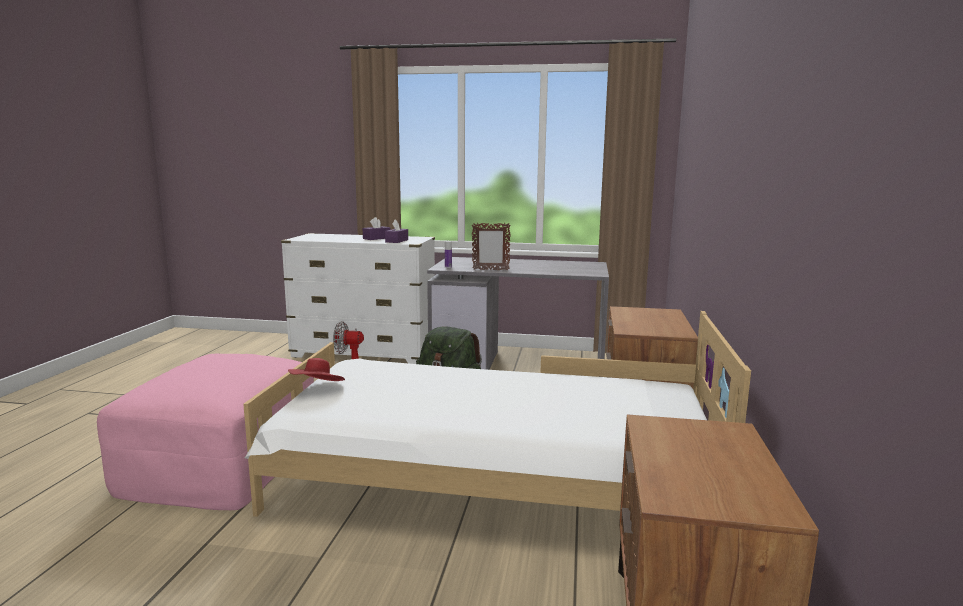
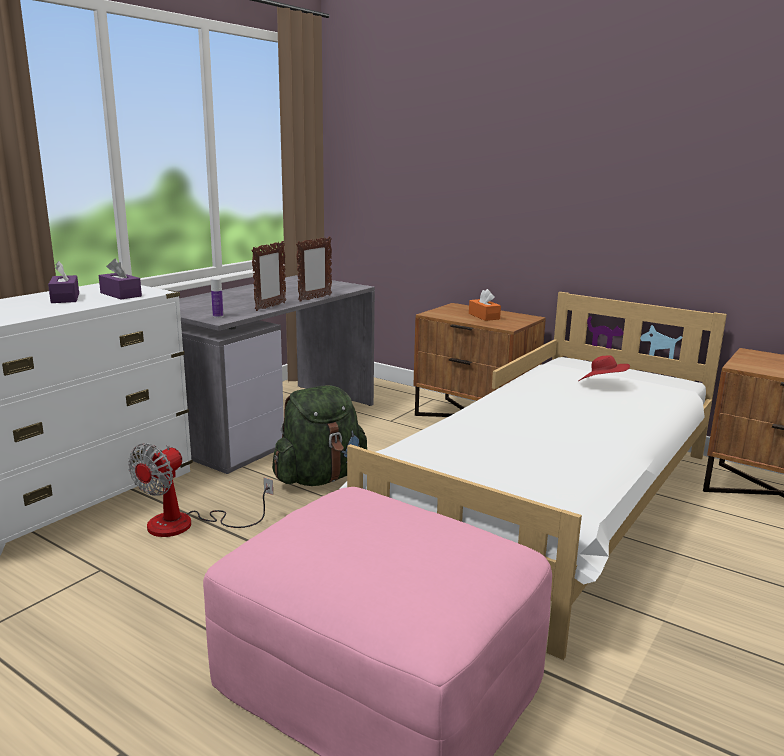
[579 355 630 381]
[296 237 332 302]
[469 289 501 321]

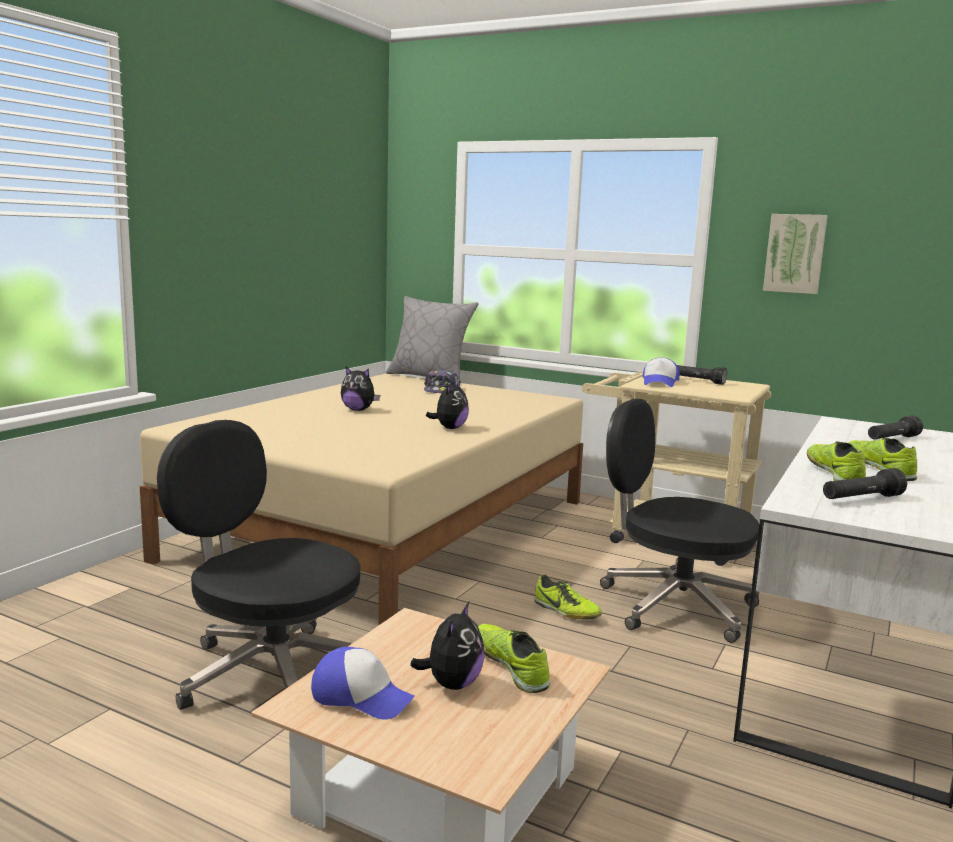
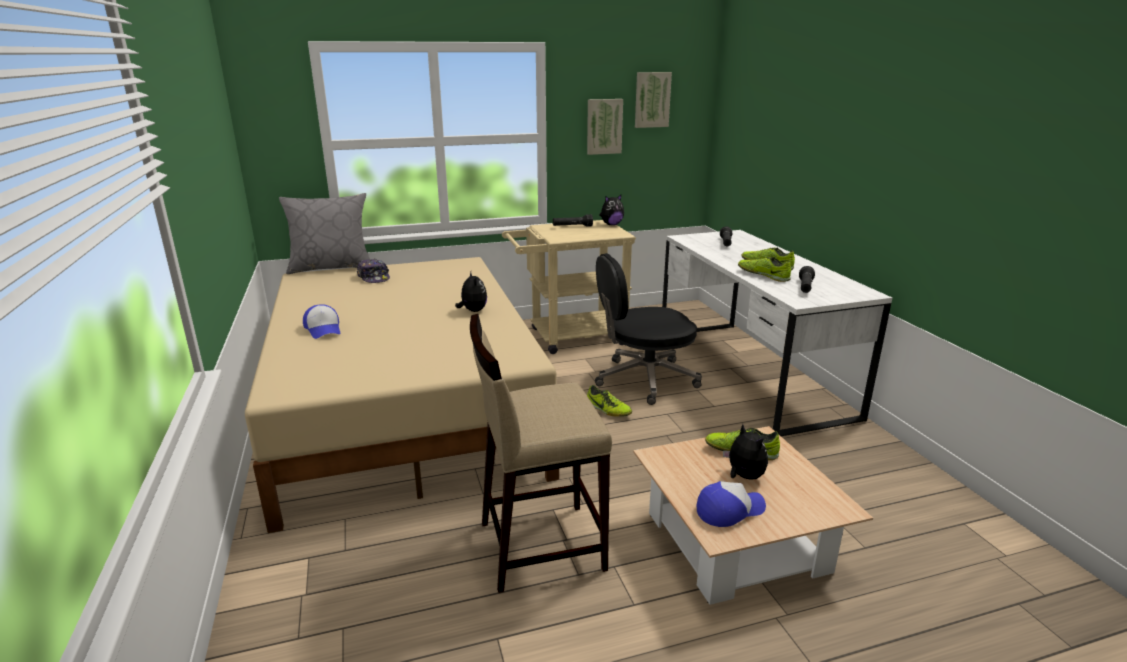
[470 314 612 593]
[599 195 624 225]
[587 385 632 417]
[303 304 340 339]
[635 72 672 128]

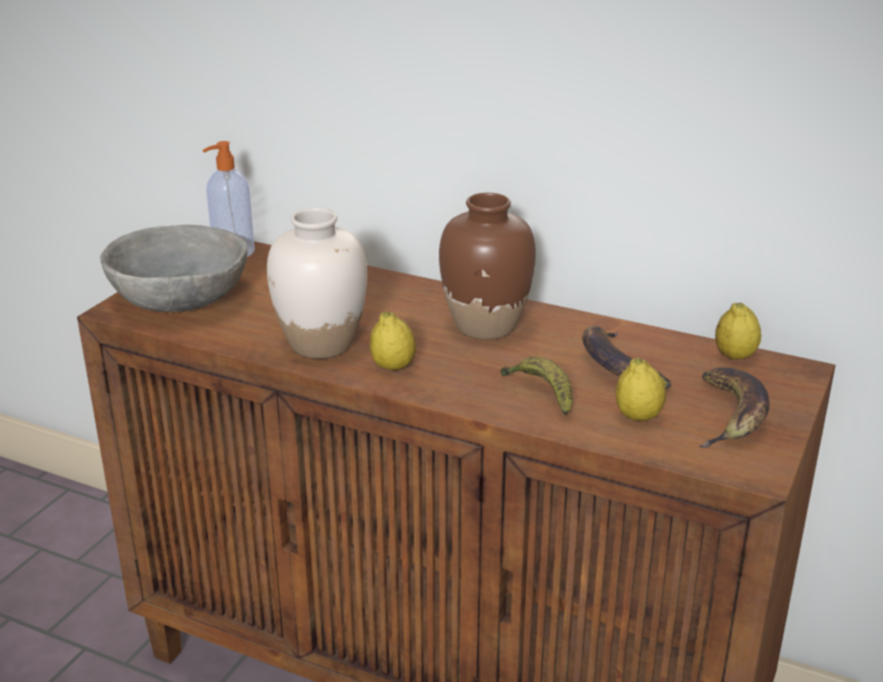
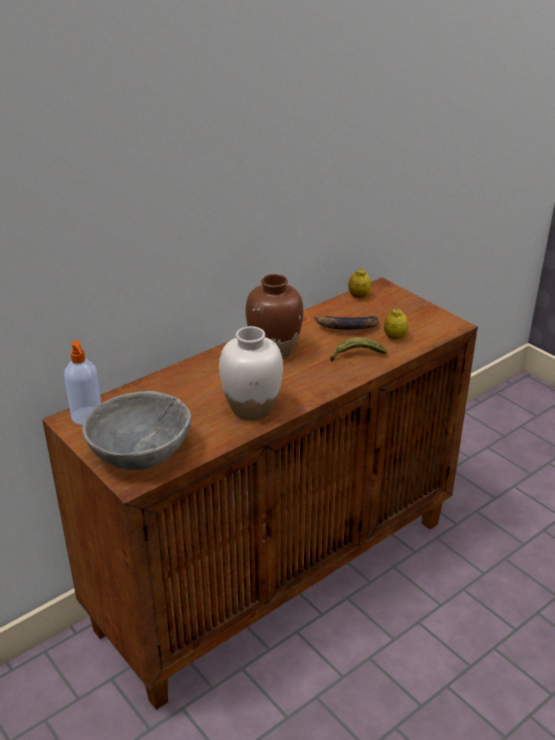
[370 311 416 371] (first image)
[700 367 769 448] (first image)

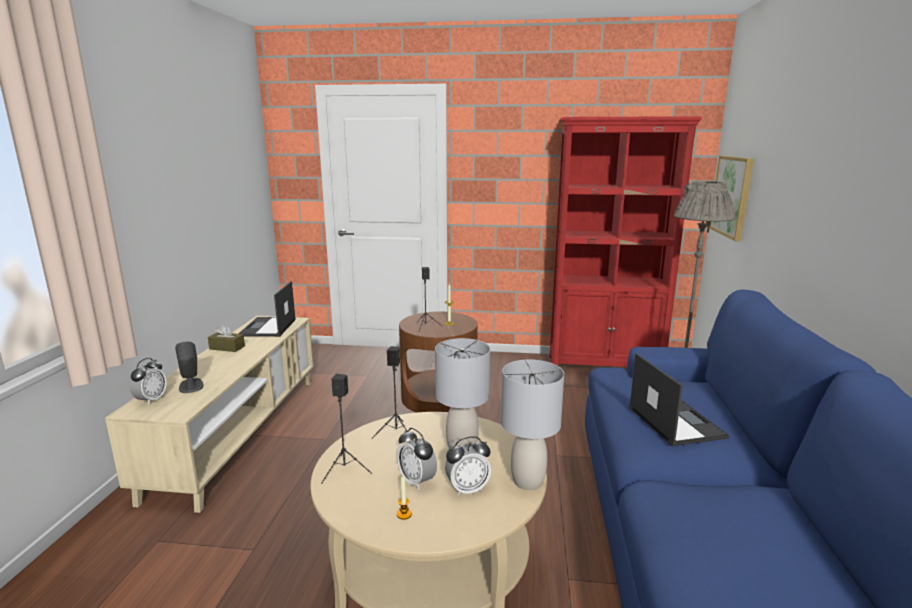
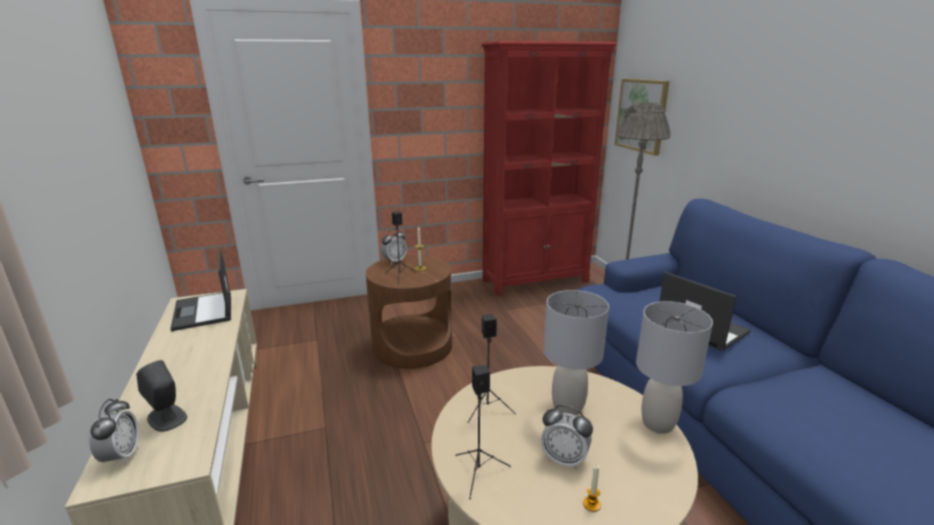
[208 324 245 352] (first image)
[381 229 407 264]

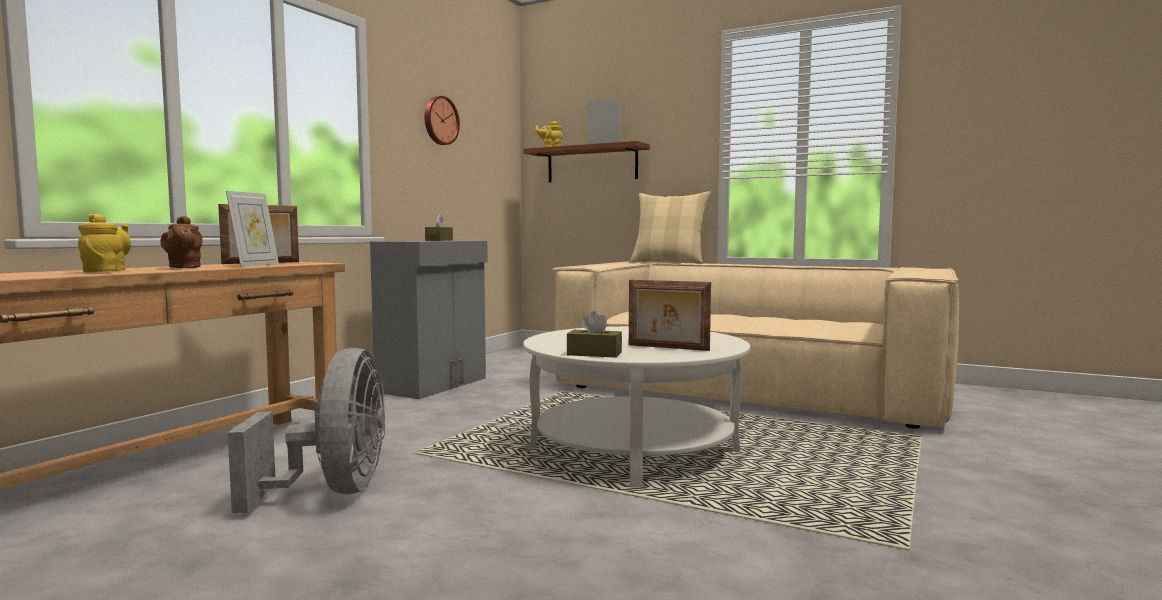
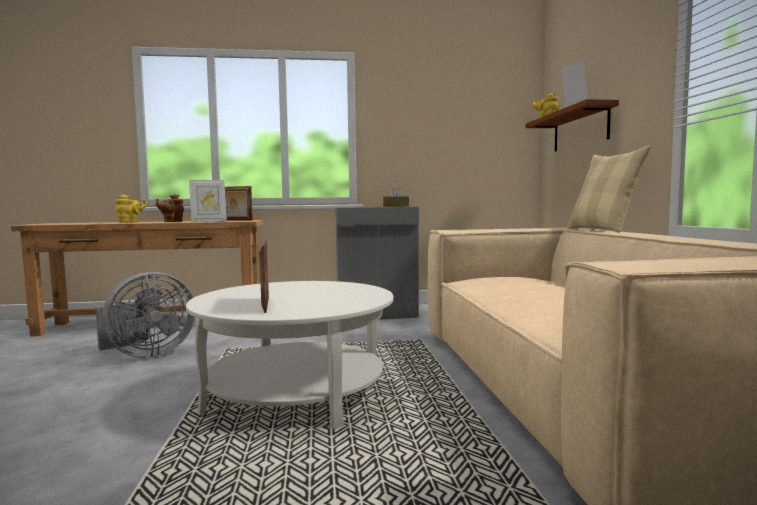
[424 96 460 145] (first image)
[567 311 622 358] (first image)

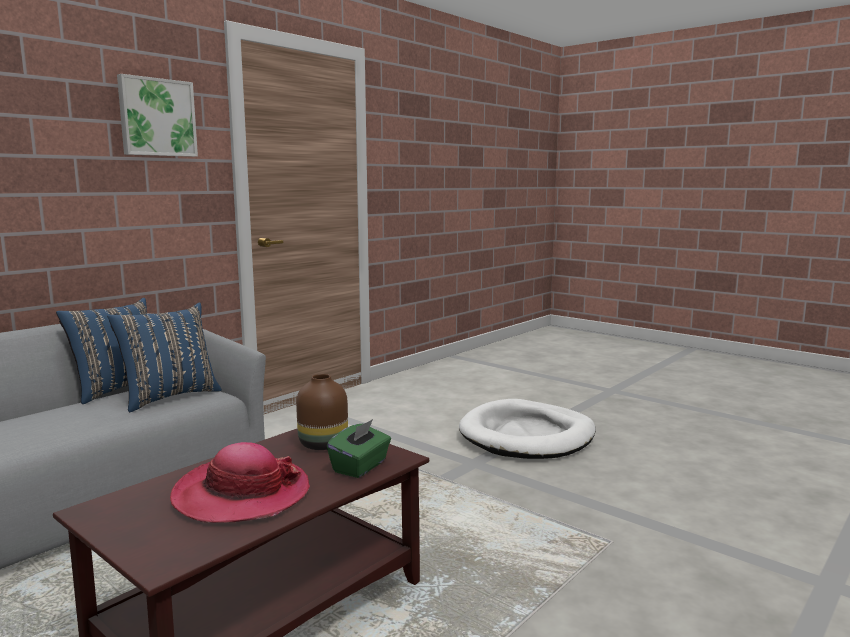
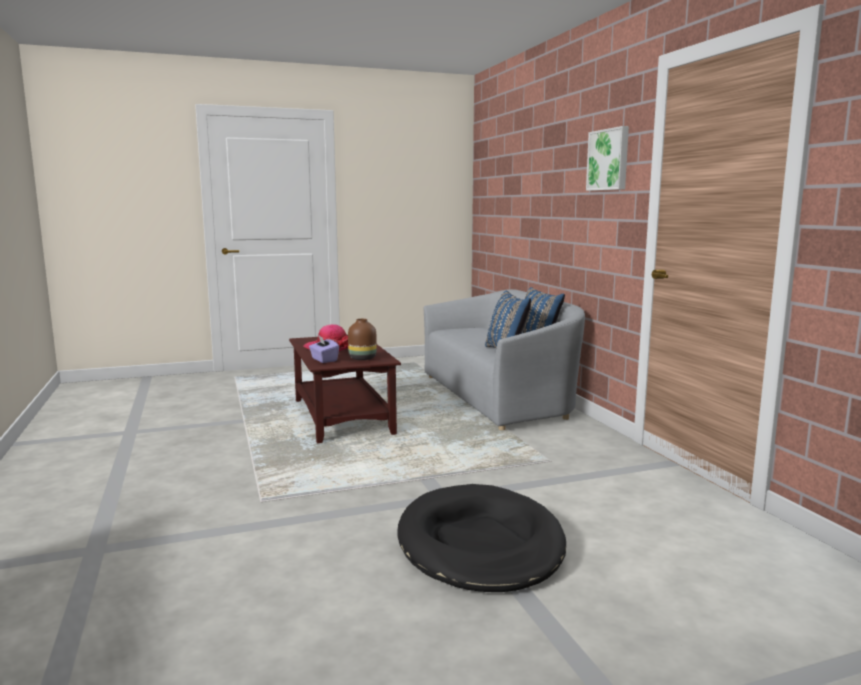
[309 335 339 363]
[398 484 566 592]

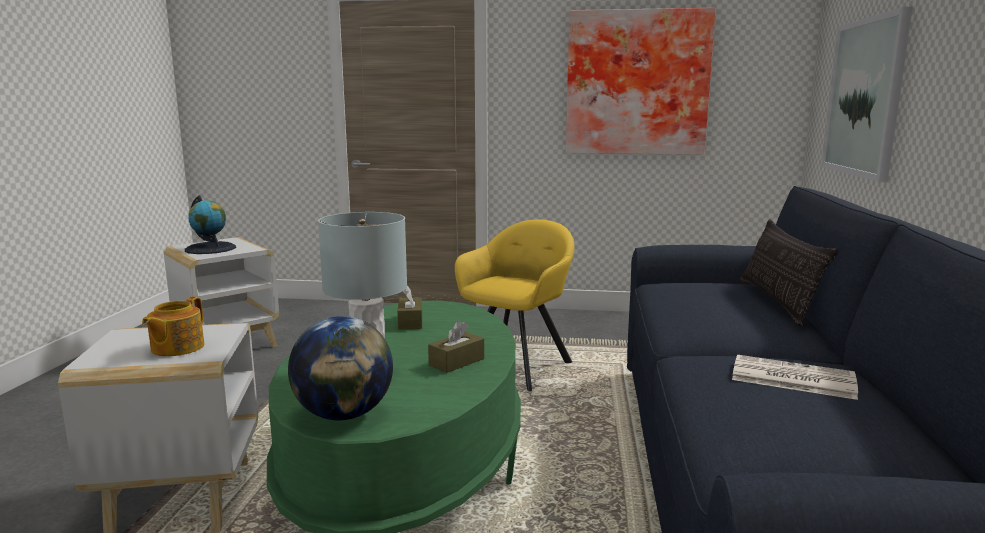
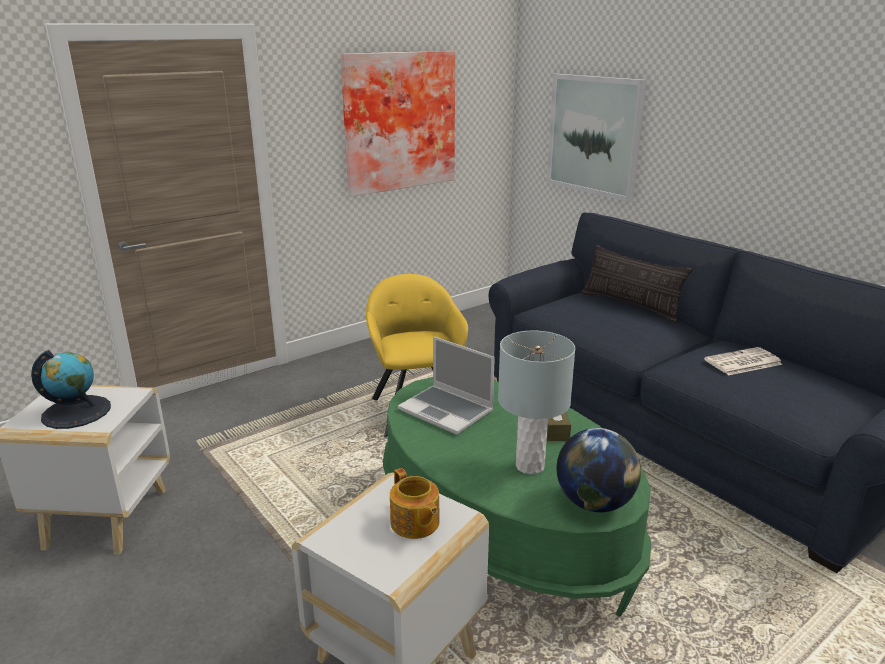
[398 336 495 435]

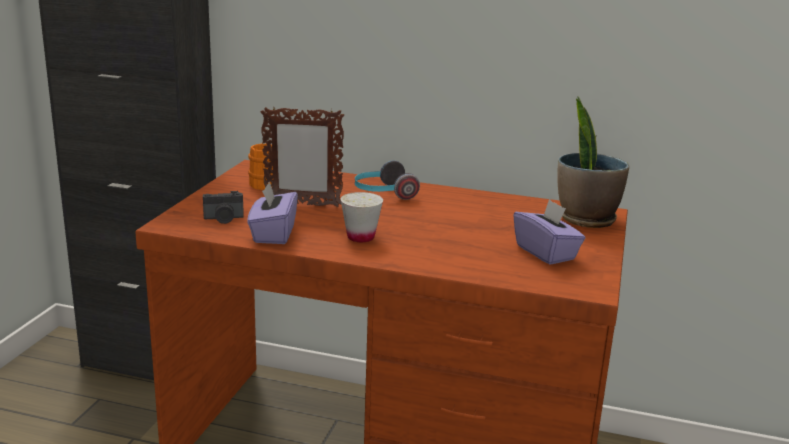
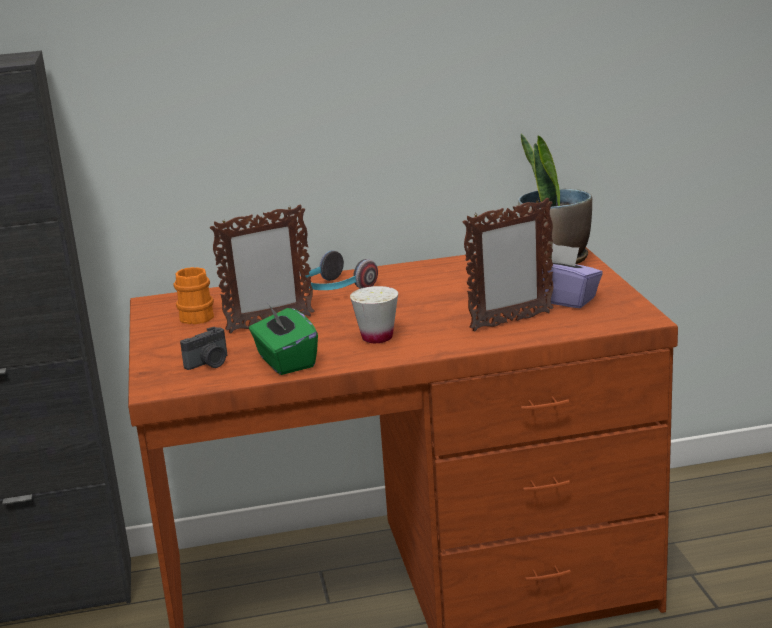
[249 304 318 375]
[463 198 554 332]

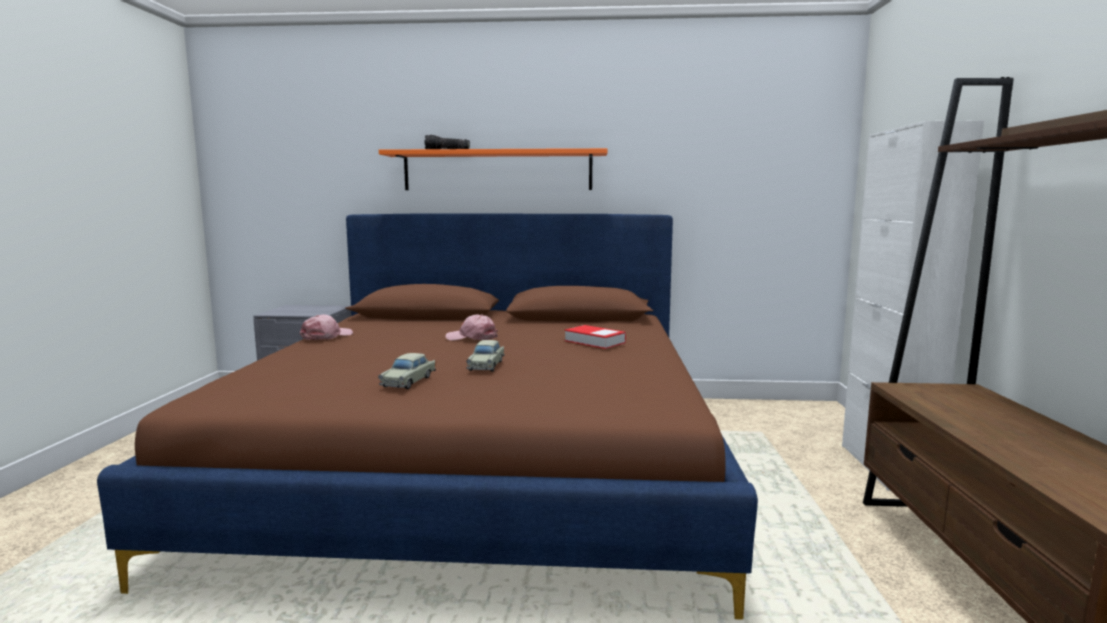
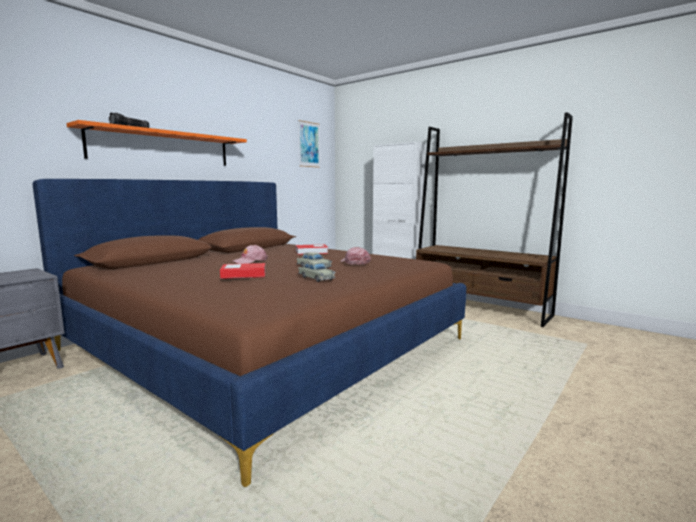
[341 247 371 265]
[220 263 266 279]
[298 120 320 168]

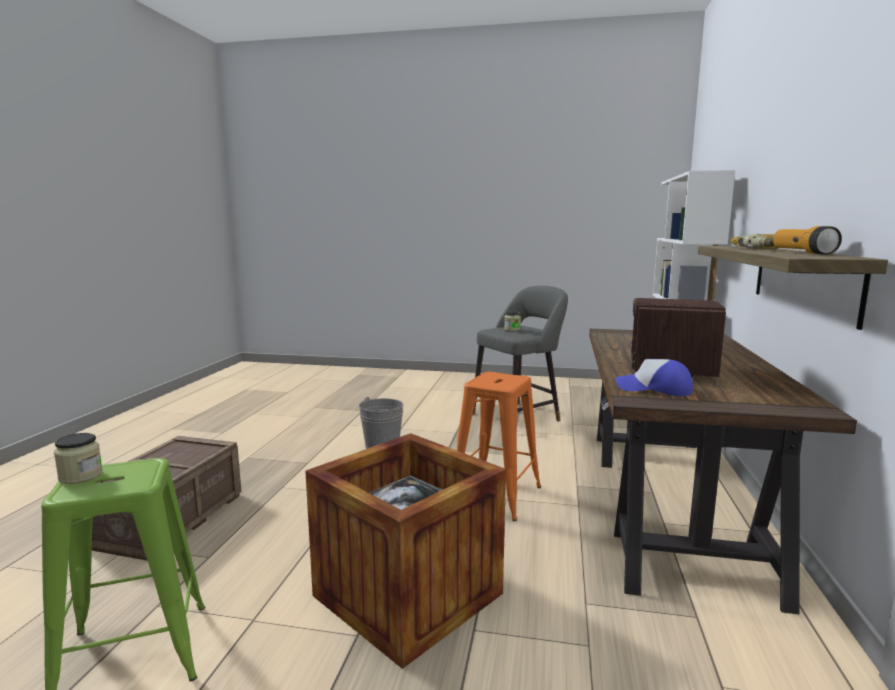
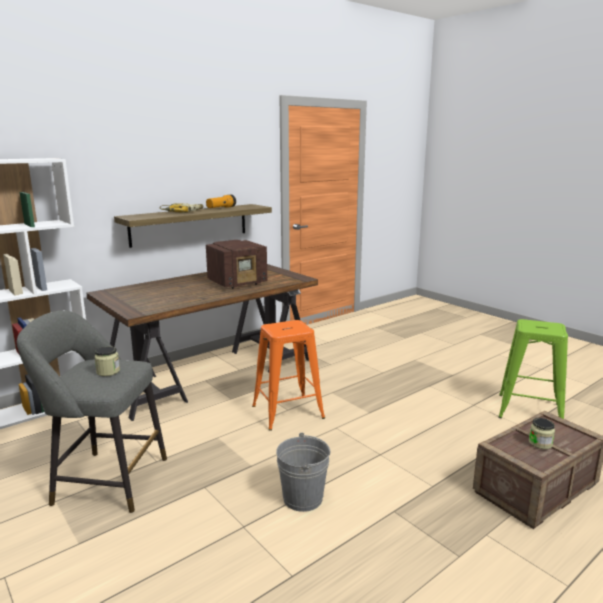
[529 418 555 449]
[305 433 506 669] (first image)
[615 359 693 396] (first image)

